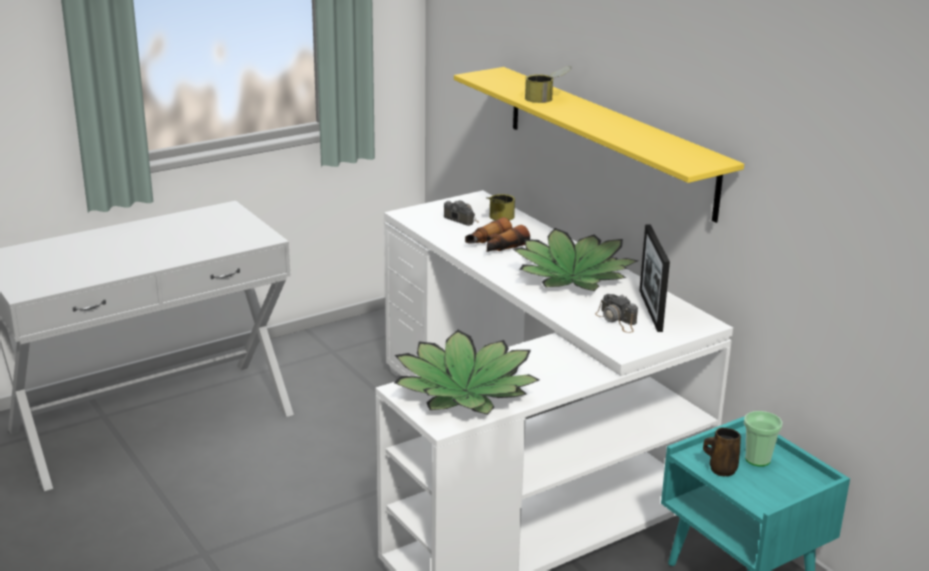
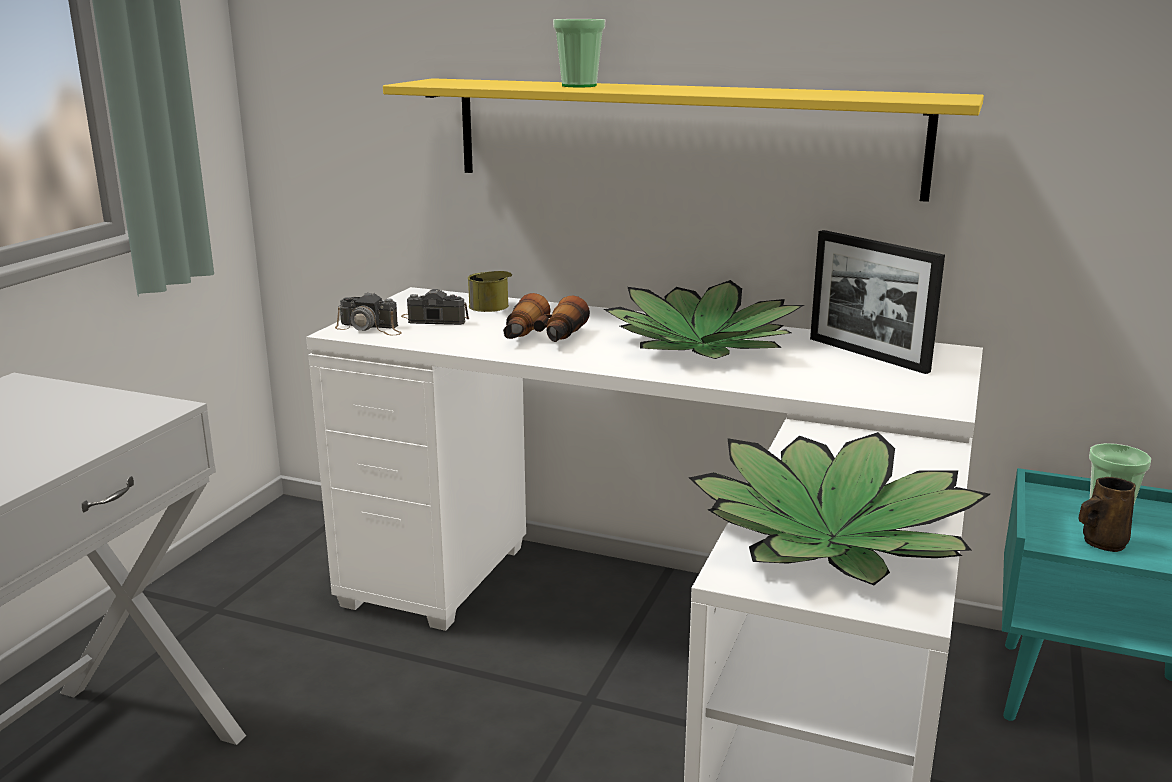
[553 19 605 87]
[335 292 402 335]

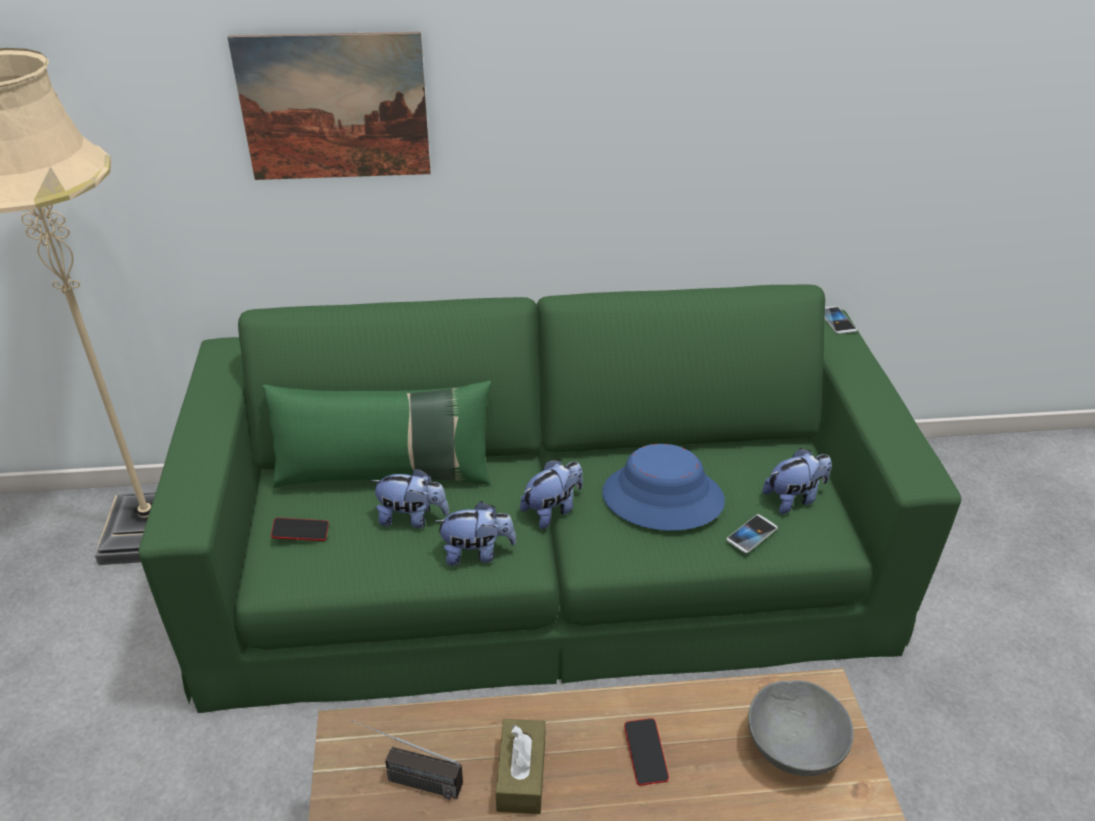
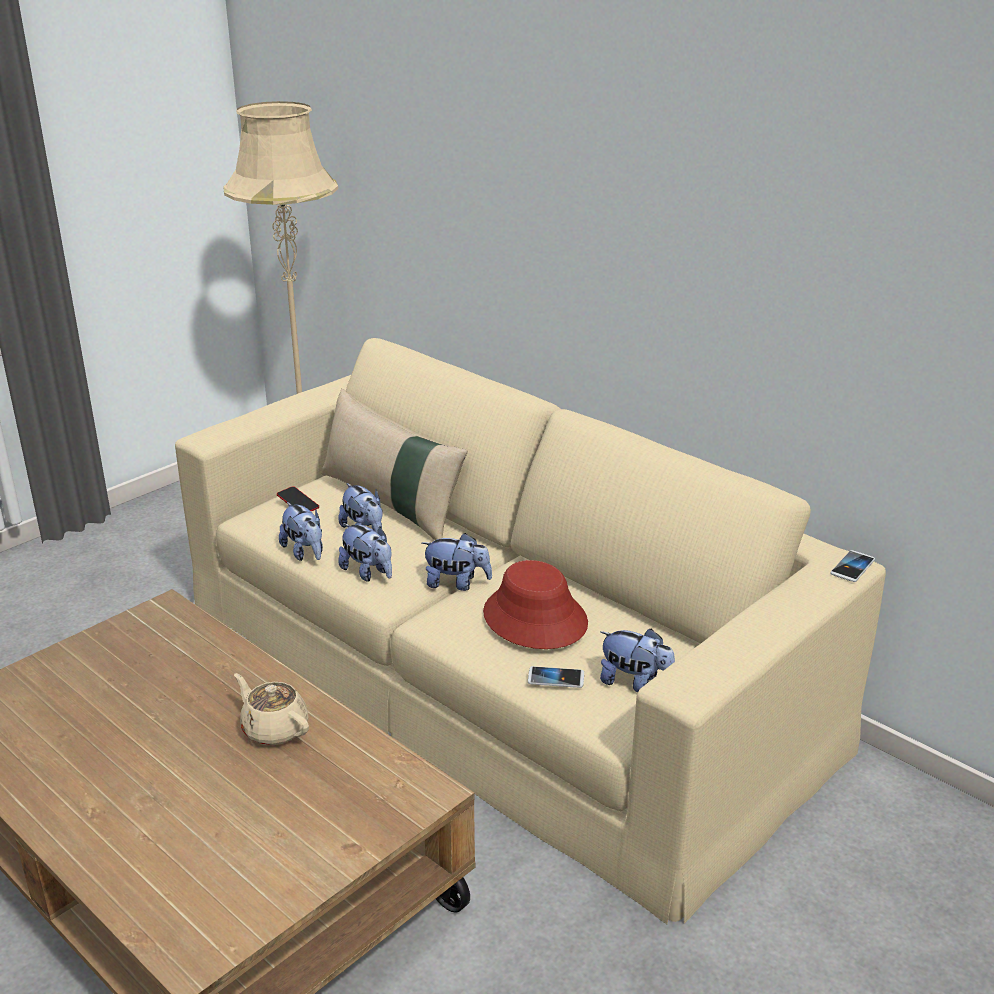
[175 338 886 924]
[228 32 431 180] (first image)
[322 389 468 540]
[351 720 463 800] (first image)
[496 719 546 814] (first image)
[483 560 588 649]
[234 673 309 745]
[748 680 854 776] (first image)
[279 502 323 561]

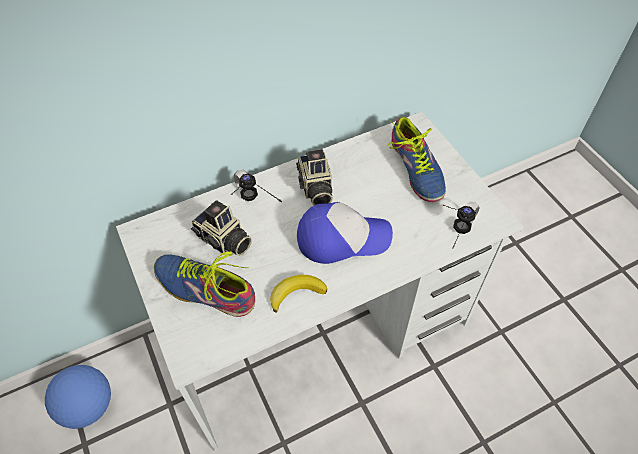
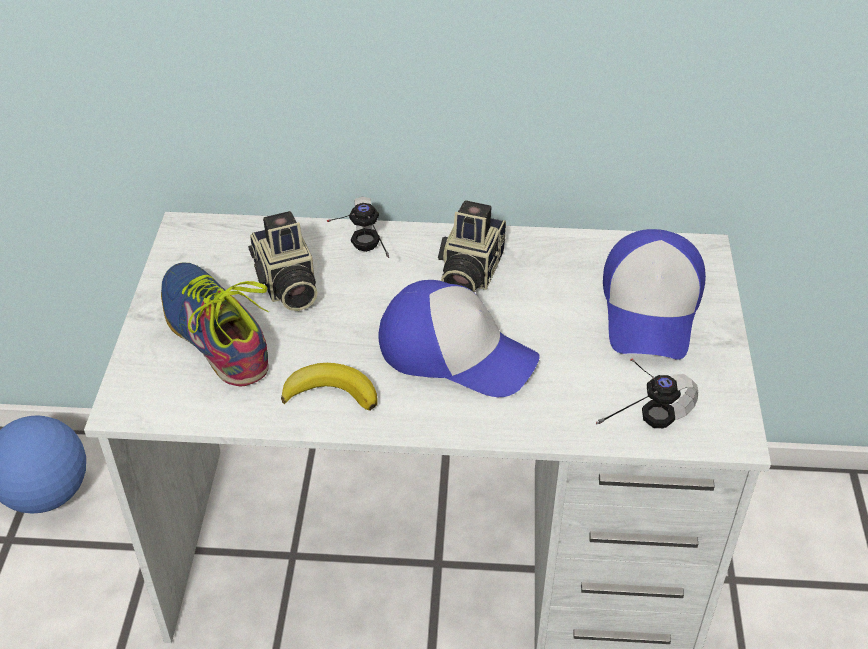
[603 229 706 360]

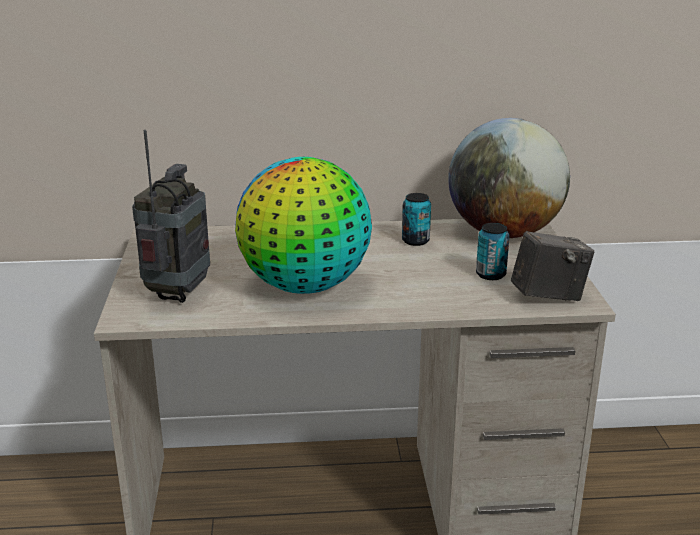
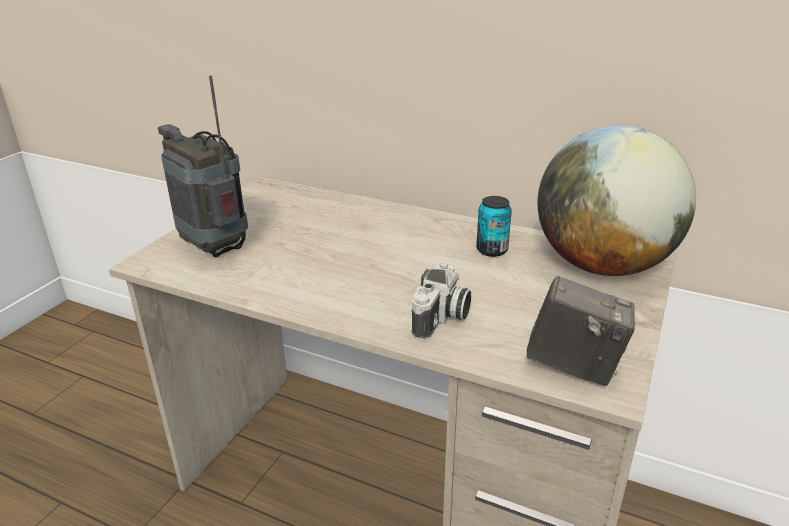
[158 75 248 257]
[235 157 372 294] (first image)
[476 223 510 280] (first image)
[411 262 471 341]

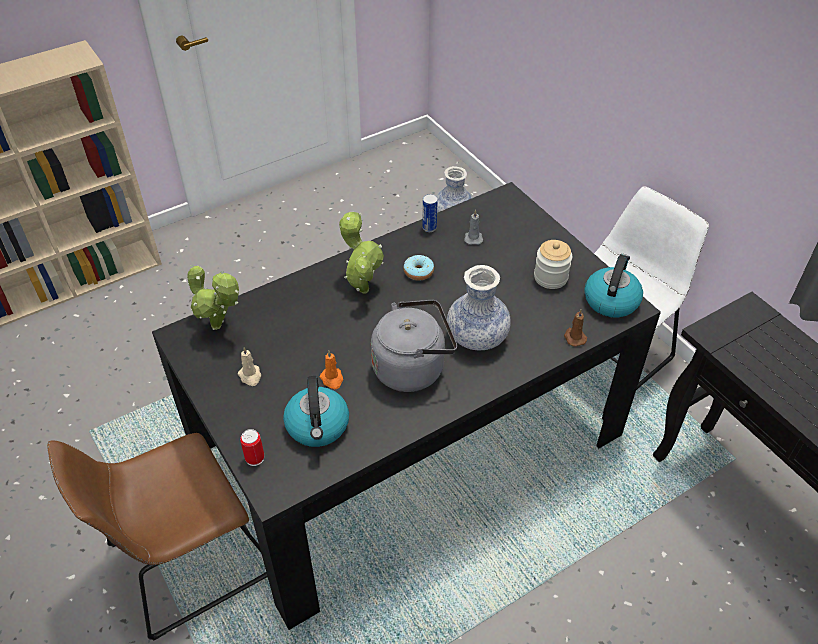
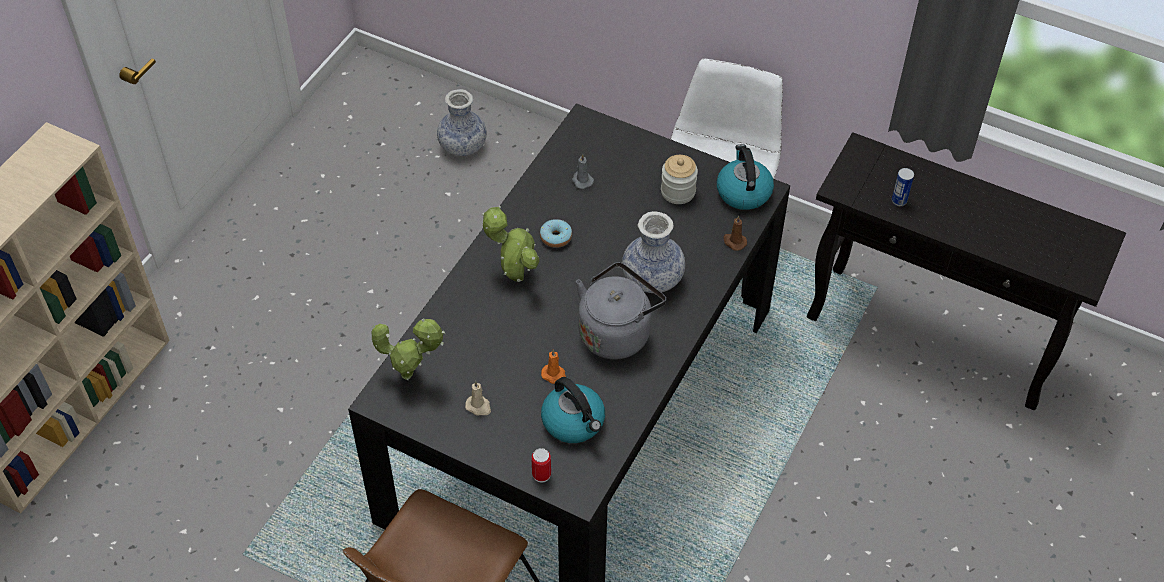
[892 168 914 206]

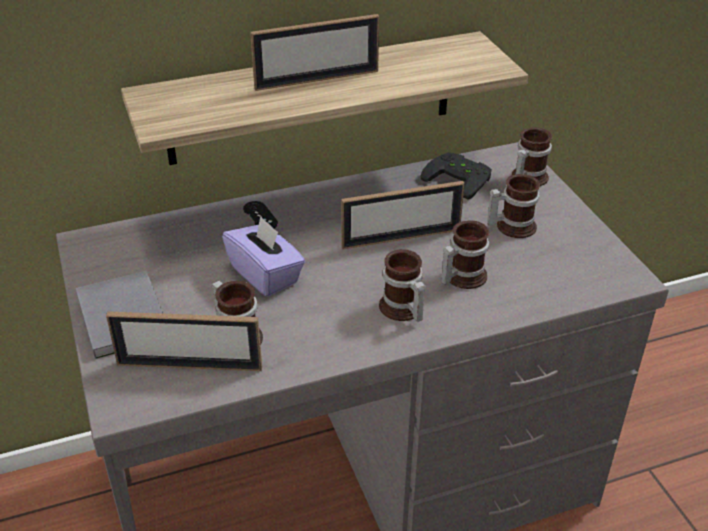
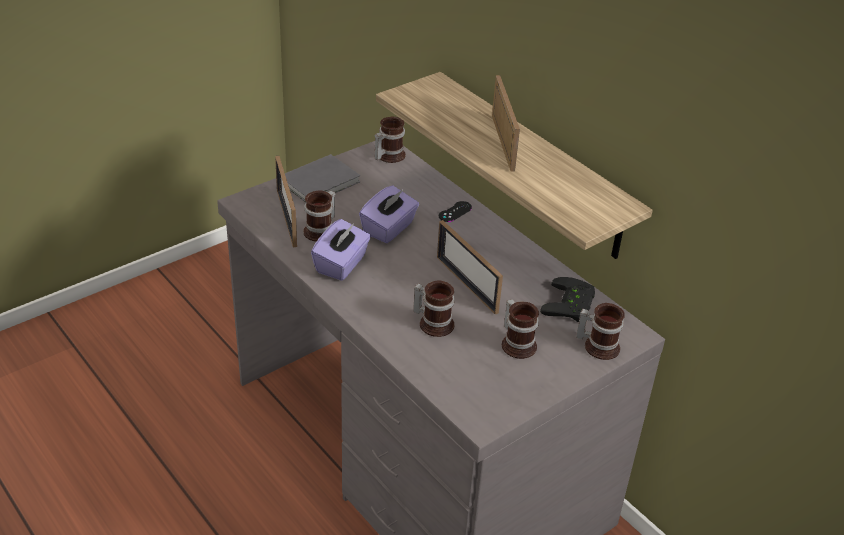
[492 75 520 171]
[375 117 406 163]
[311 219 371 281]

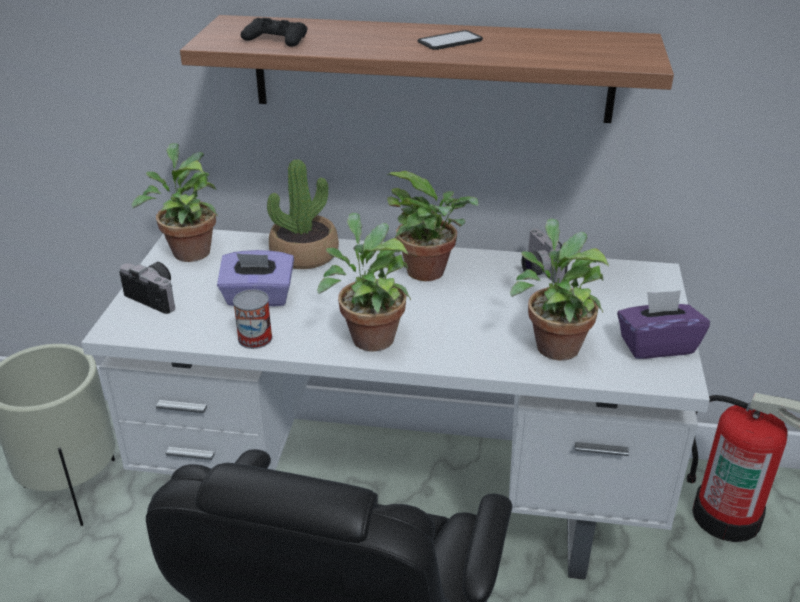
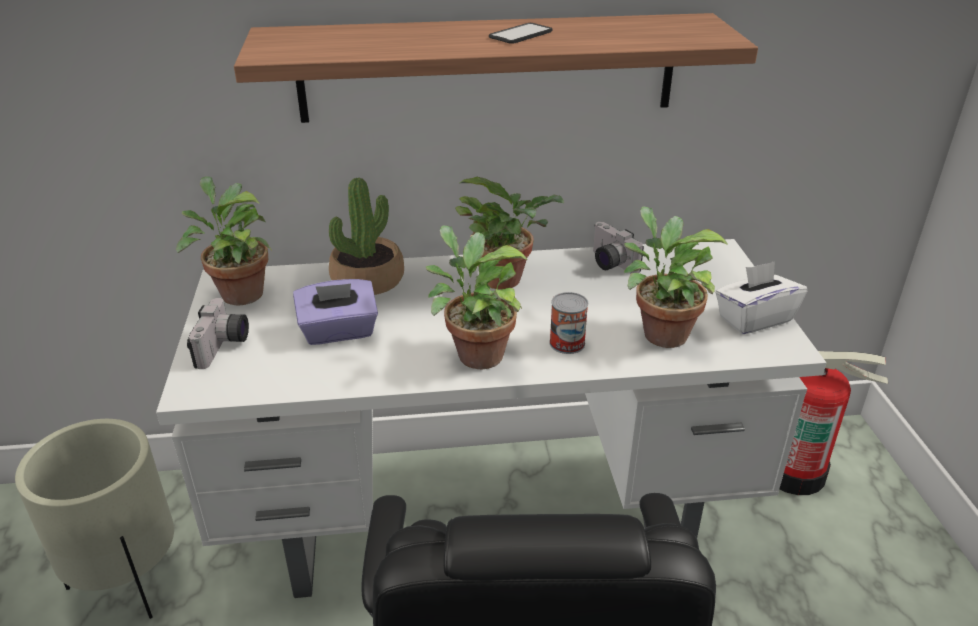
[187 298 249 369]
[549 292 588 354]
[241 18 307 47] (first image)
[715 261 807 334]

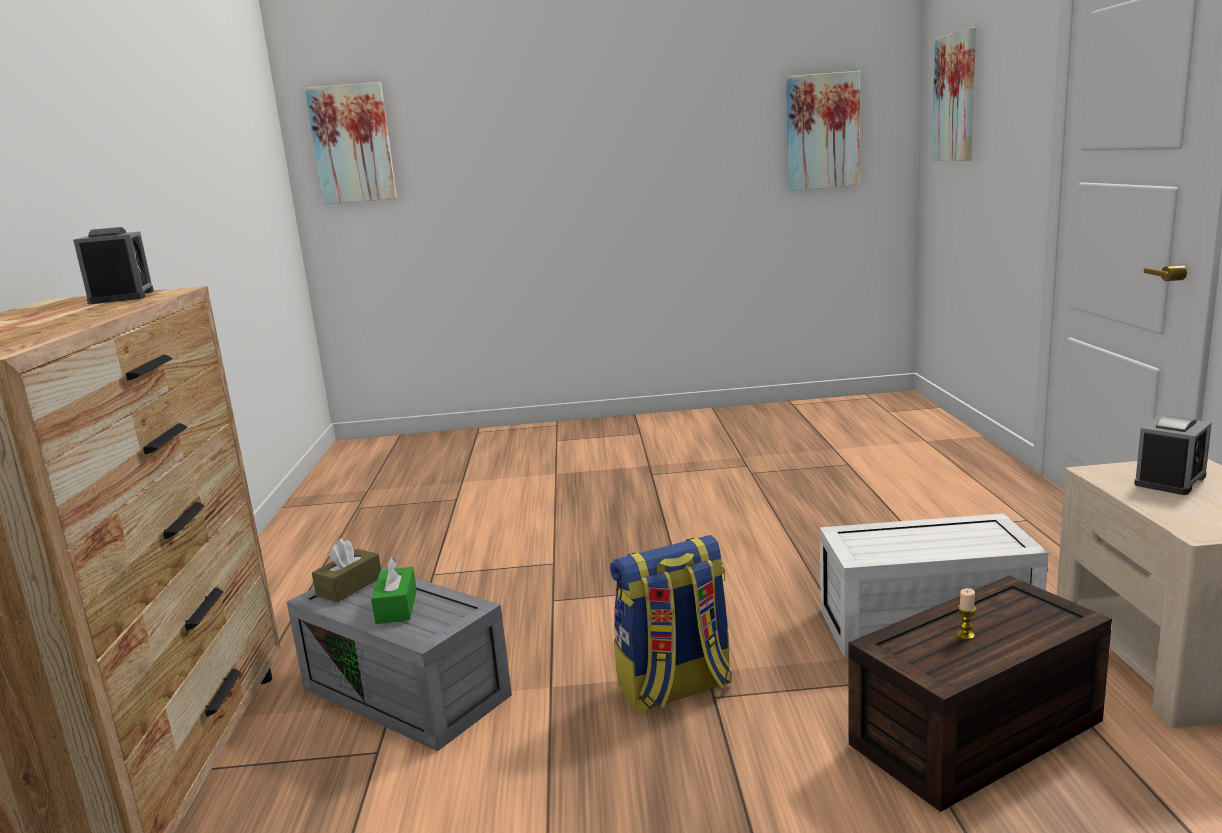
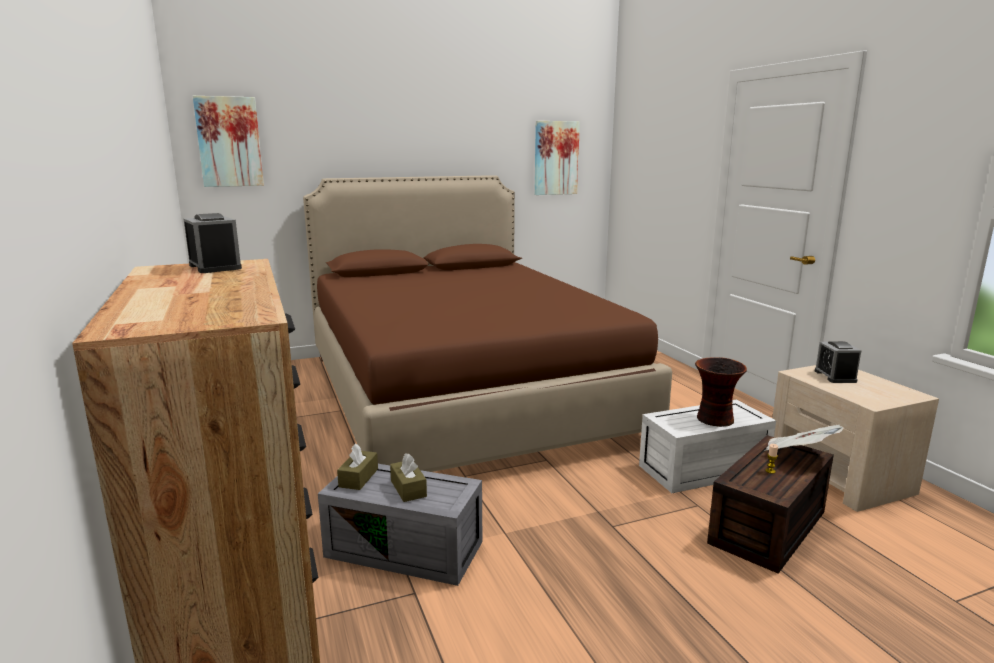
[390 453 427 502]
[610 535 732 713] (first image)
[932 27 976 161] (first image)
[815 341 861 383]
[303 175 672 472]
[695 357 747 427]
[764 425 844 451]

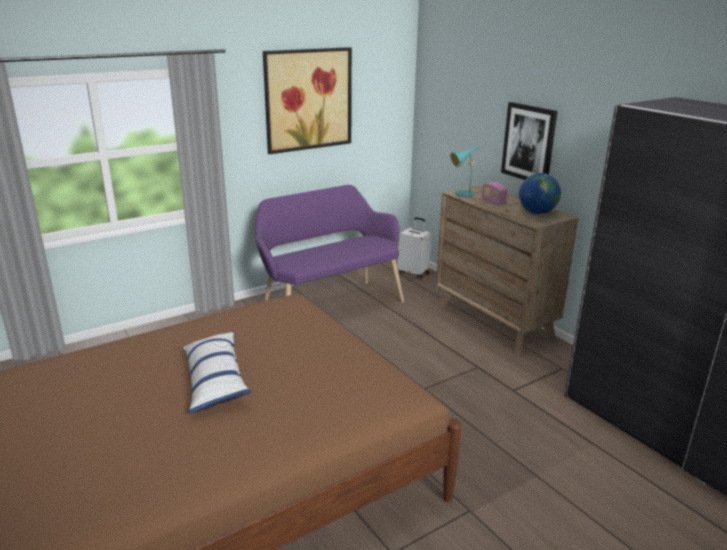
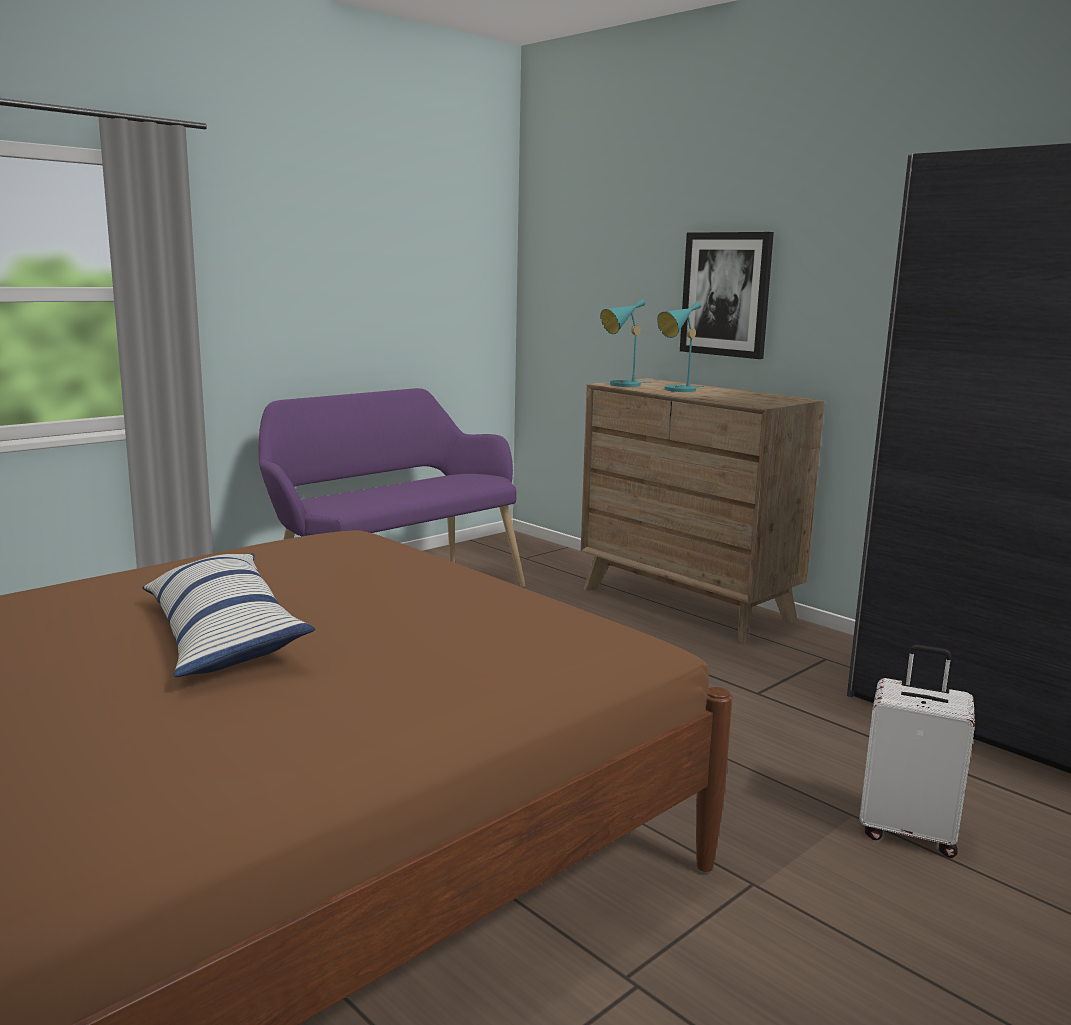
[263 47 352 154] (first image)
[859 645 975 858]
[657 301 704 392]
[519 173 561 214] (first image)

